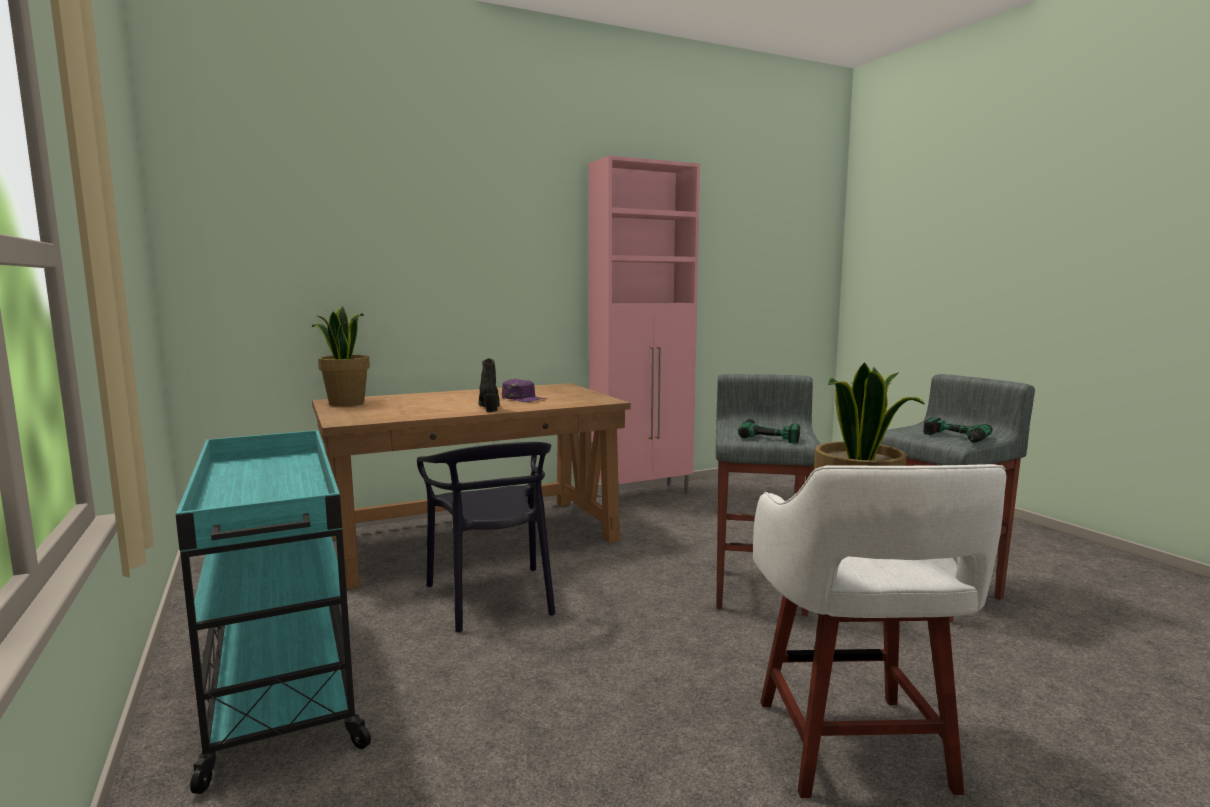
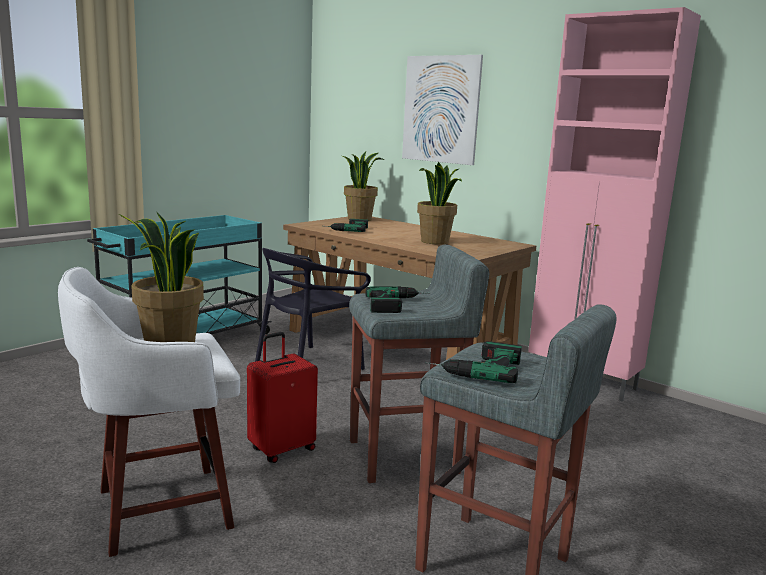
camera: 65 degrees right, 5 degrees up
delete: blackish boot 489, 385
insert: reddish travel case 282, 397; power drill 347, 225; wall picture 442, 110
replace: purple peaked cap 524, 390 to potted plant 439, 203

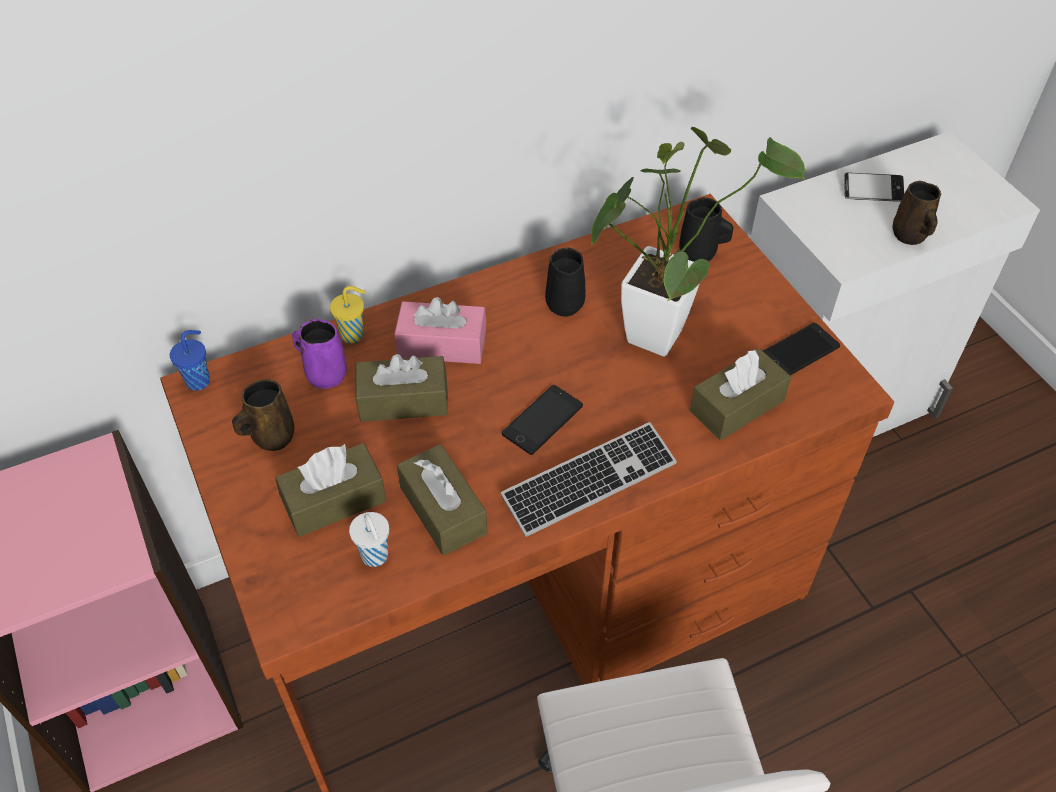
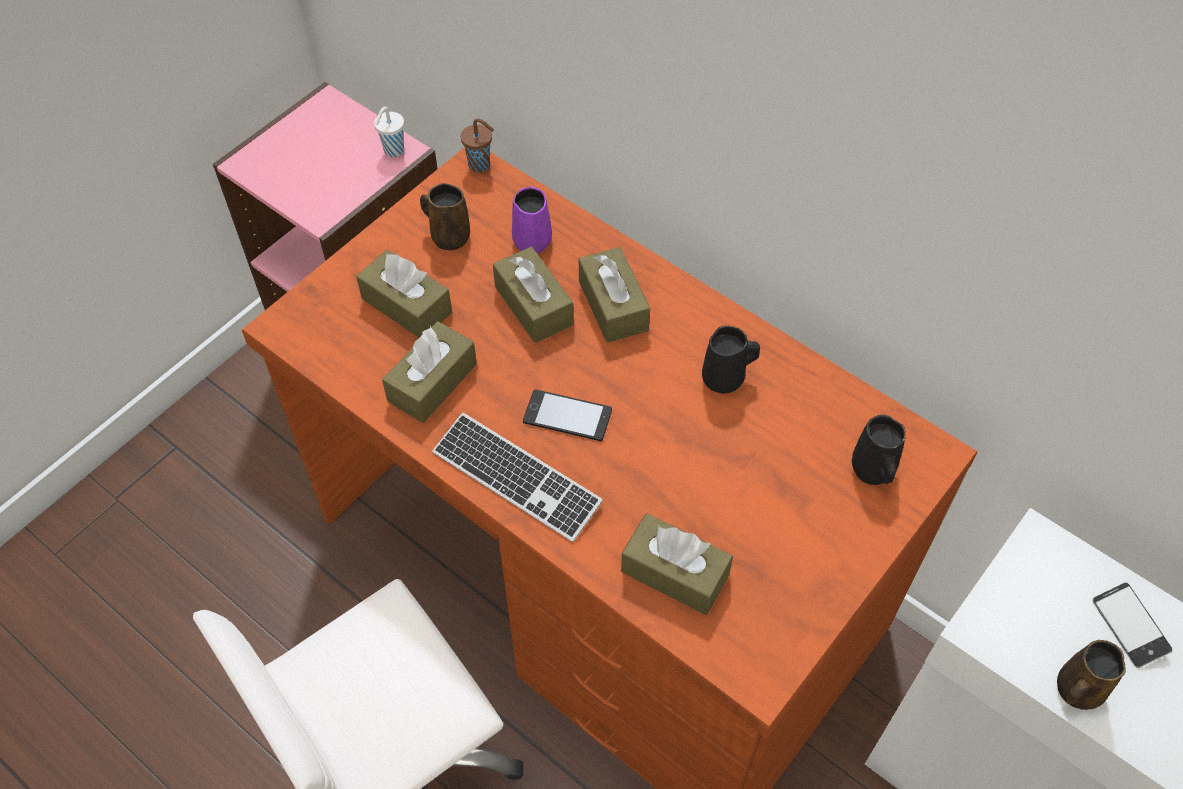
camera: 65 degrees right, 5 degrees up
delete: yellow-coloured cup 347, 315; potted plant 698, 241; telephone 801, 349
move: white-coloured cup 369, 539 to 389, 132
recolor: blue-coloured cup 190, 360 to brown cup 477, 145; pinkish tissue box 440, 330 to brown tissue box 614, 295

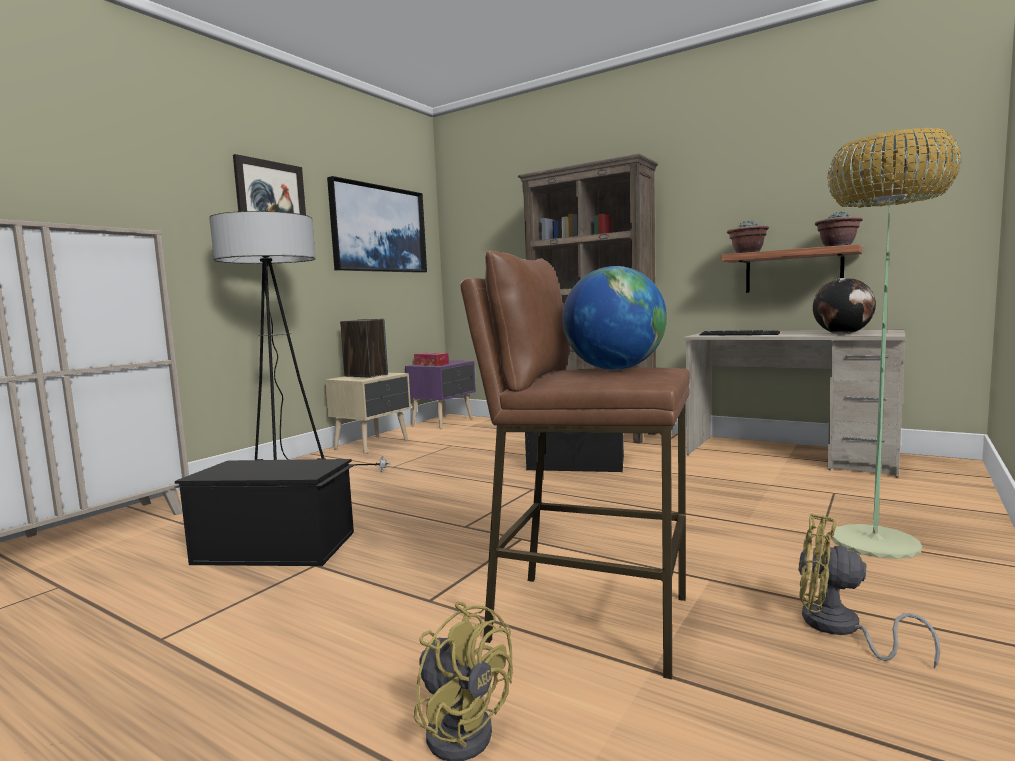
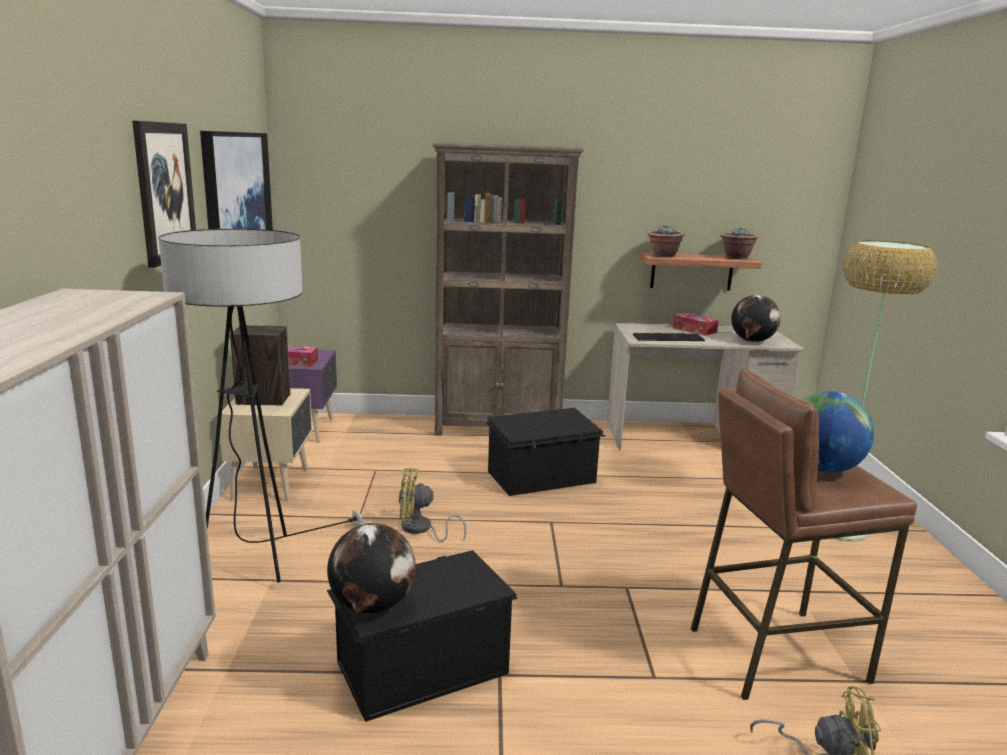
camera: 35 degrees left, 10 degrees up
insert: desk globe 371, 568; tissue box 696, 324
move: yellow-coloured cooling fan 869, 591 to 433, 505

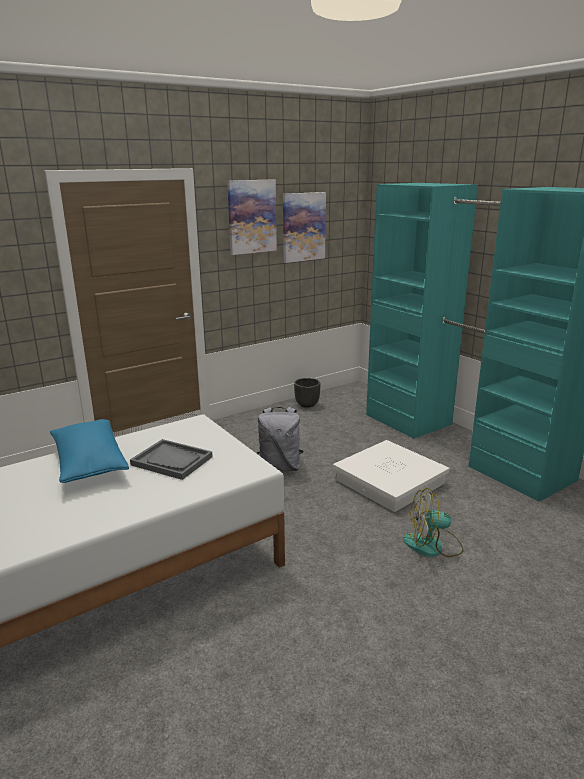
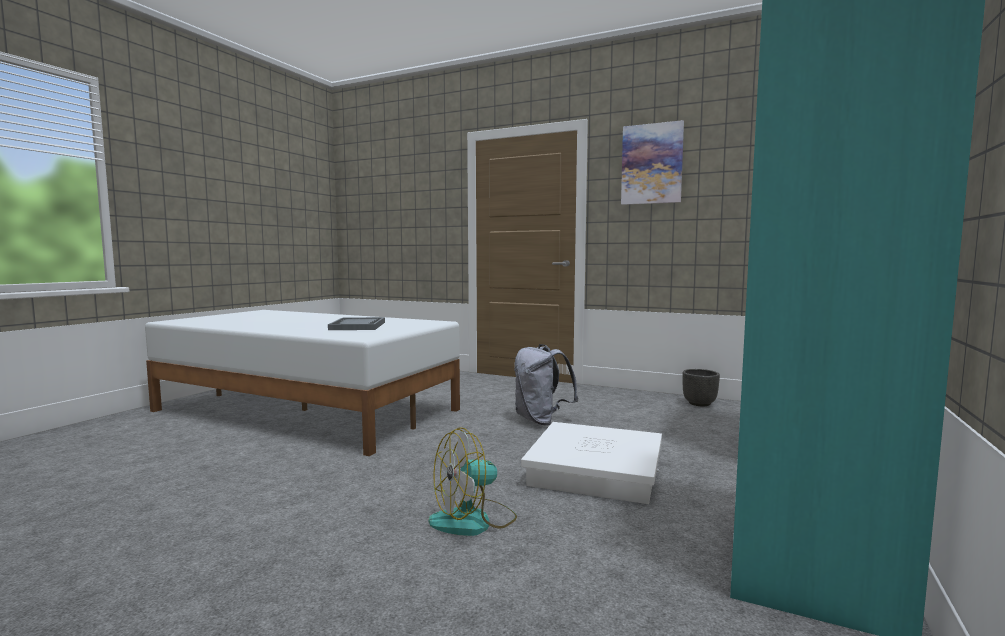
camera: 60 degrees right, 15 degrees down
delete: blue-coloured pillow 89, 451; wall picture 304, 227
rotate: cooling fan 433, 522 = 472, 481 90 degrees counterclockwise

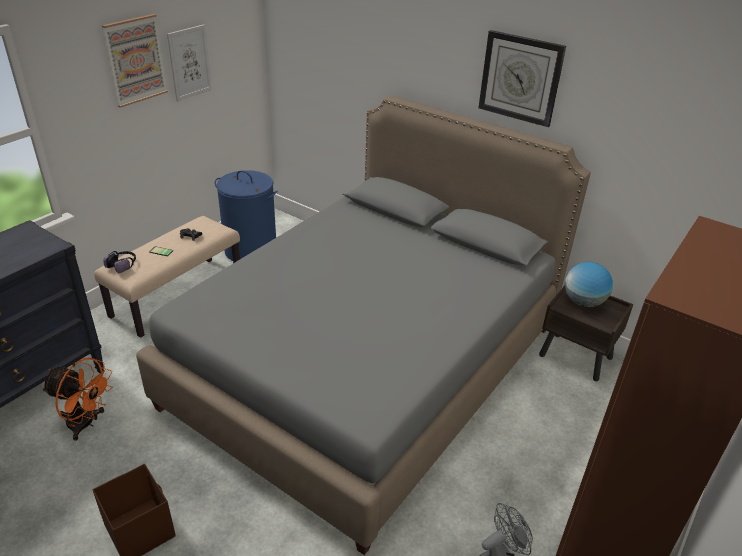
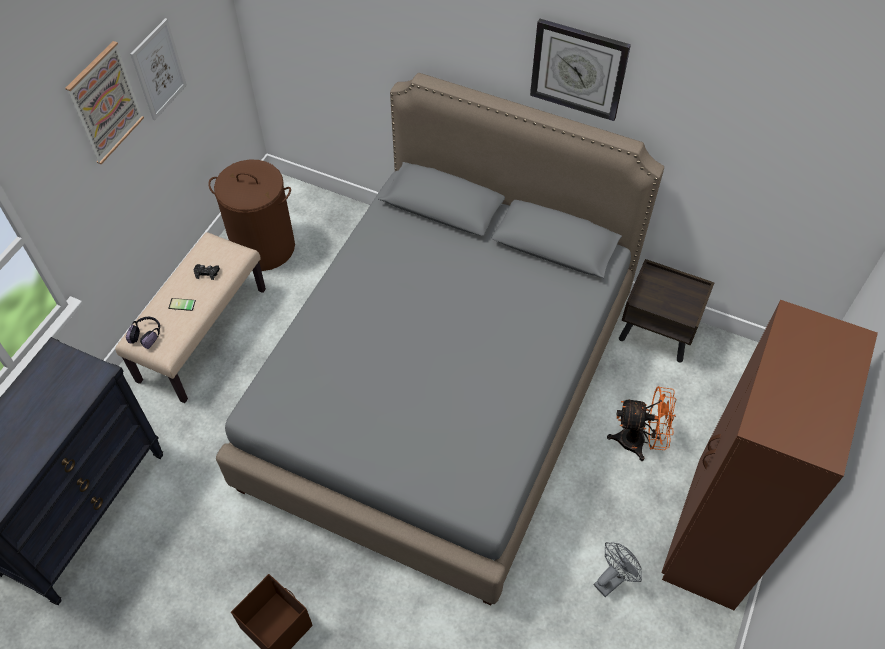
camera: 10 degrees left, 20 degrees up
delete: desk globe 589, 284
move: orange-coloured cooling fan 77, 399 to 641, 423
recolor: blue-coloured washing basket 246, 215 to brown washing basket 251, 215

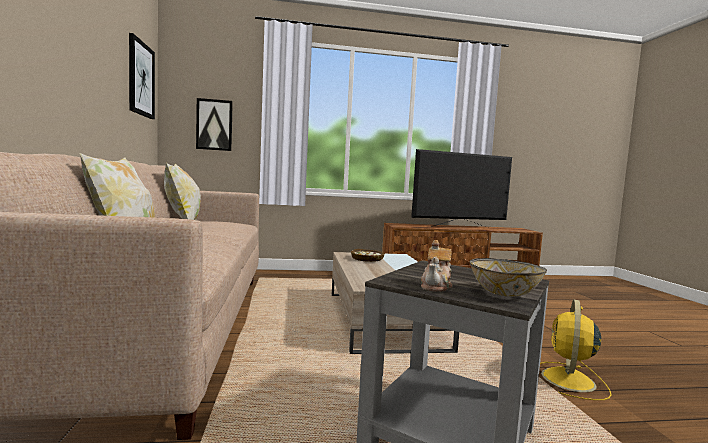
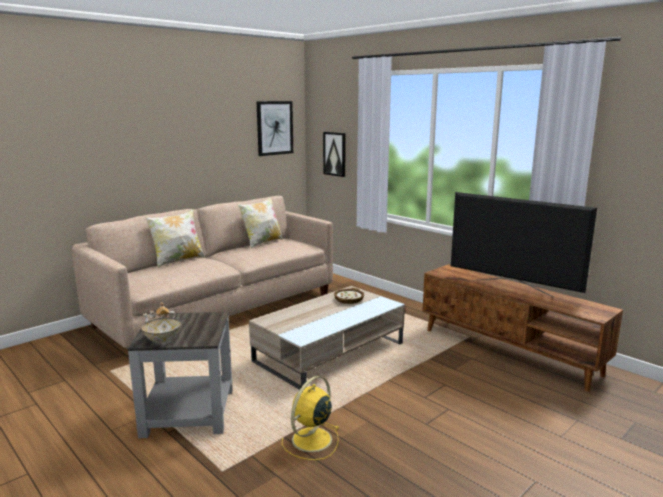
camera: 55 degrees right, 10 degrees up
rotate: yellow-coloured cooling fan 576, 349 = 310, 418 45 degrees counterclockwise

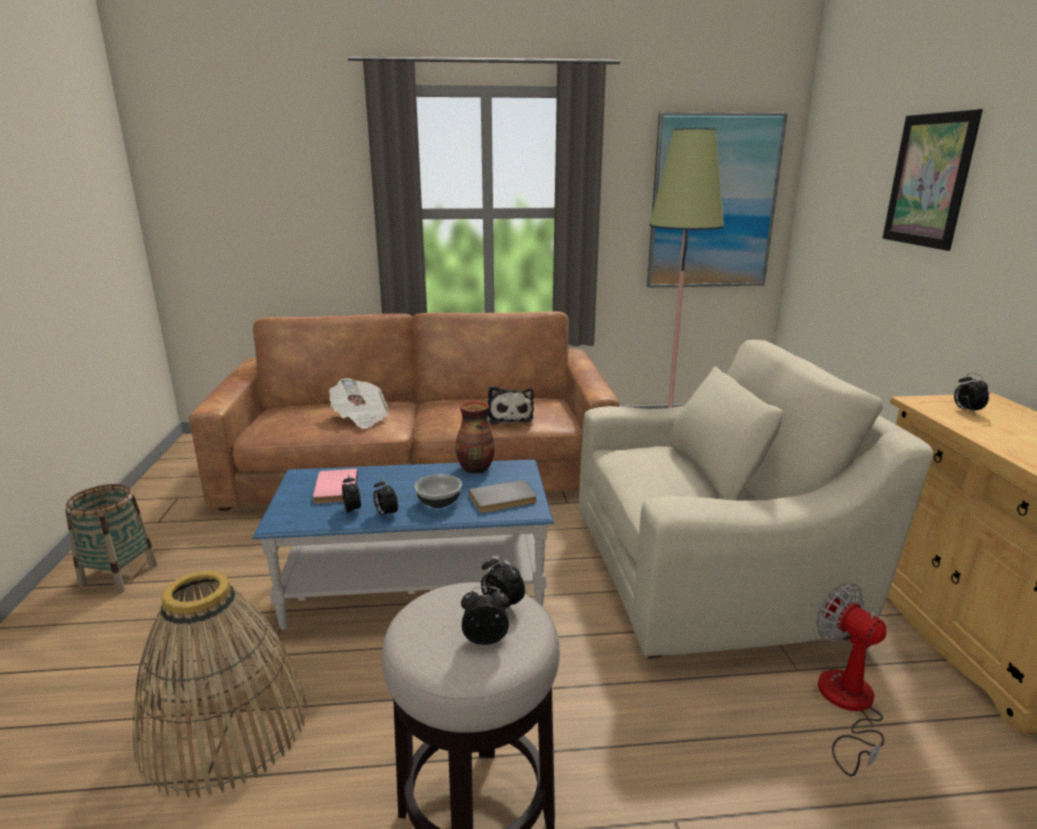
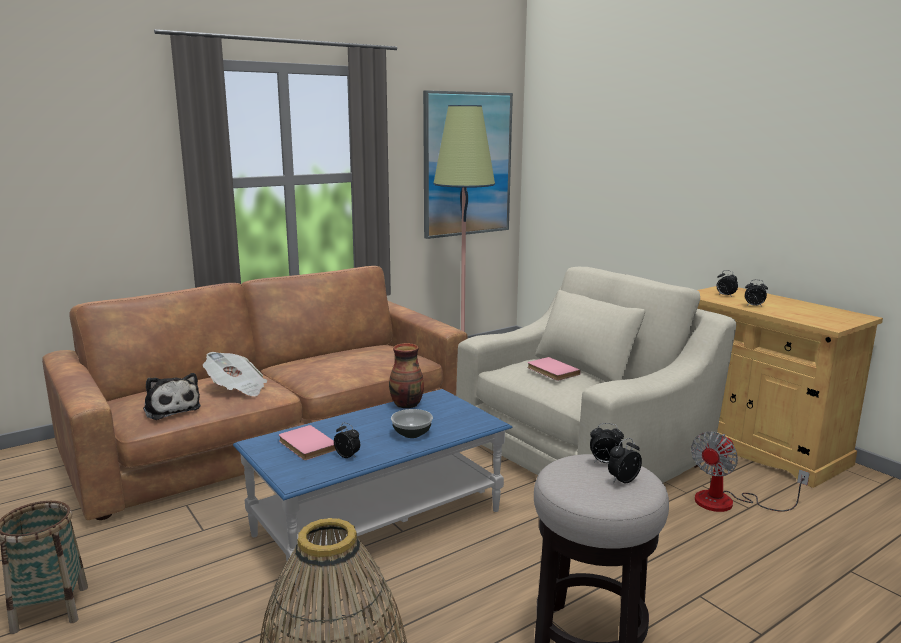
camera: 30 degrees left, 5 degrees down
delete: gray volume 503, 496; wall picture 933, 180
insert: pinkish volume 554, 369
move: bedside clock 385, 498 to 756, 293; cuddly toy 510, 405 to 172, 396
rotate: cooling fan 851, 680 = 750, 472 75 degrees counterclockwise

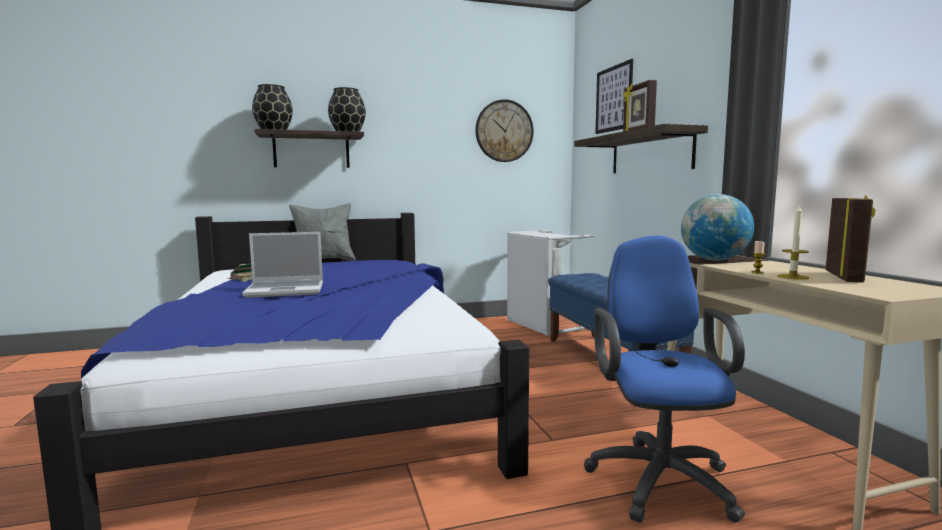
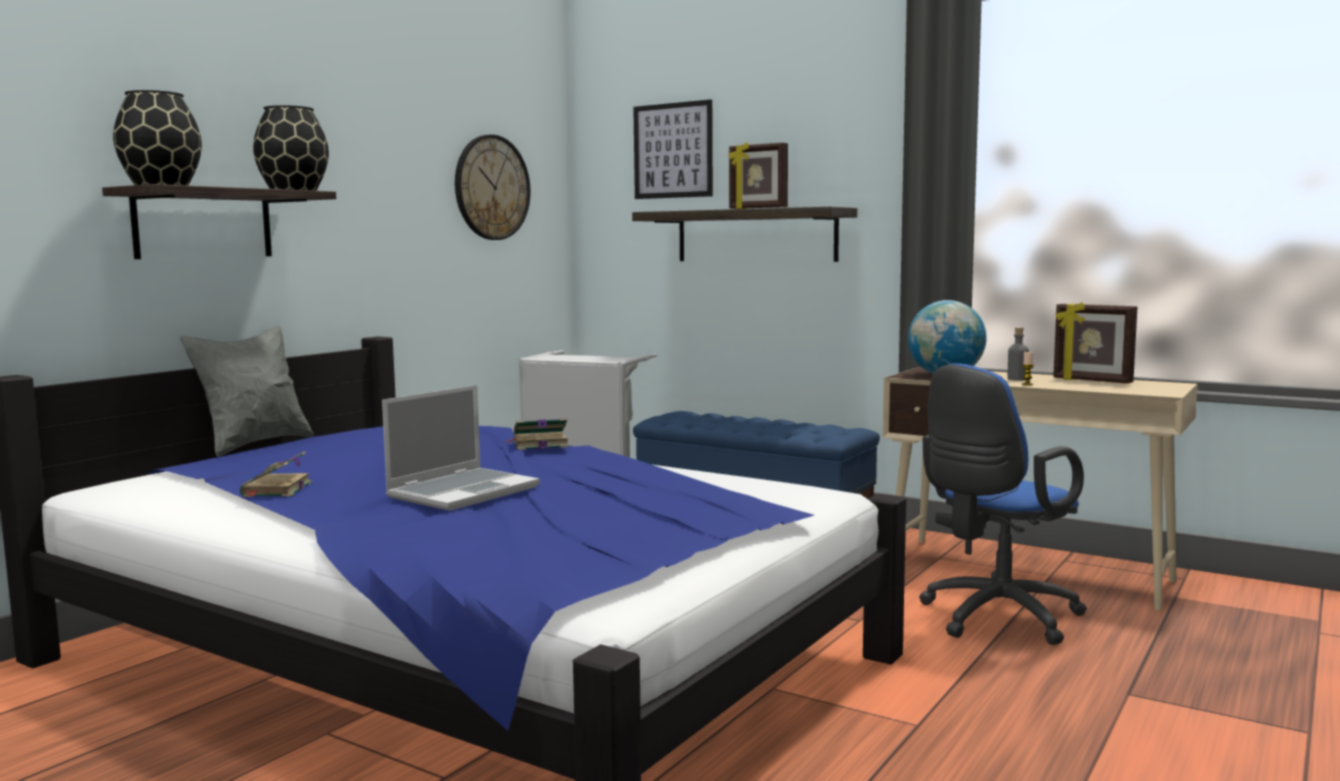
camera: 40 degrees left, 0 degrees up
delete: candle 793, 242
insert: volume 537, 434; gray drink bottle 1018, 354
rotate: blue-coloured desk chair 664, 379 = 1003, 504 90 degrees counterclockwise; standing frame 850, 239 = 1095, 343 150 degrees clockwise

